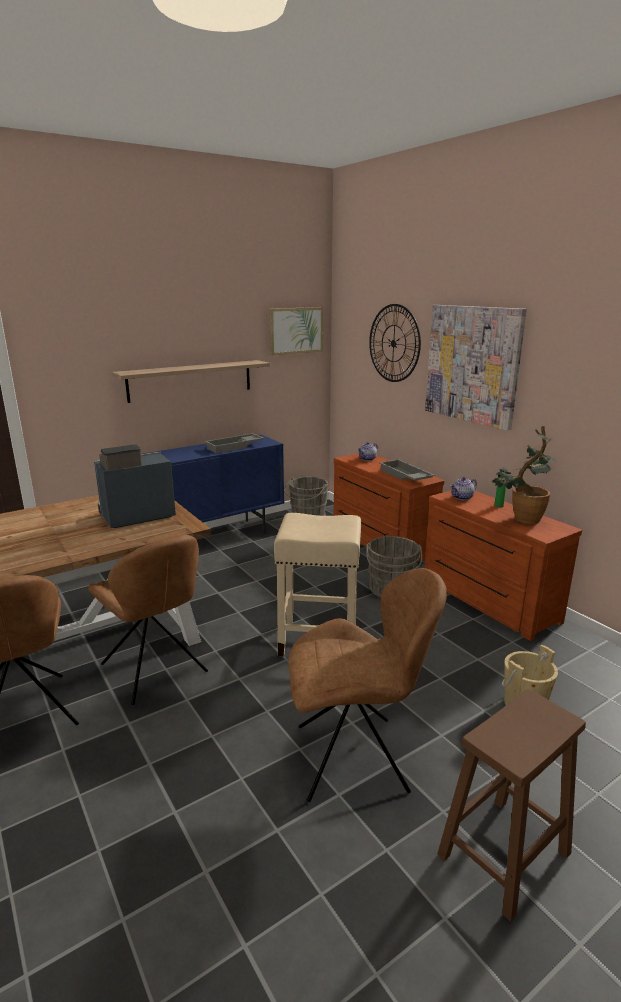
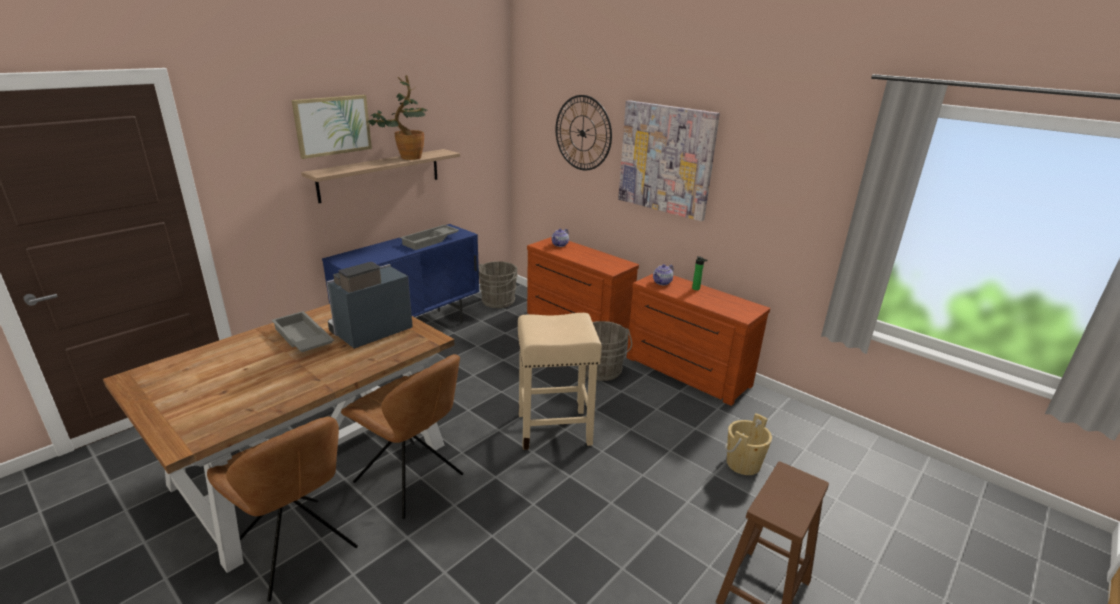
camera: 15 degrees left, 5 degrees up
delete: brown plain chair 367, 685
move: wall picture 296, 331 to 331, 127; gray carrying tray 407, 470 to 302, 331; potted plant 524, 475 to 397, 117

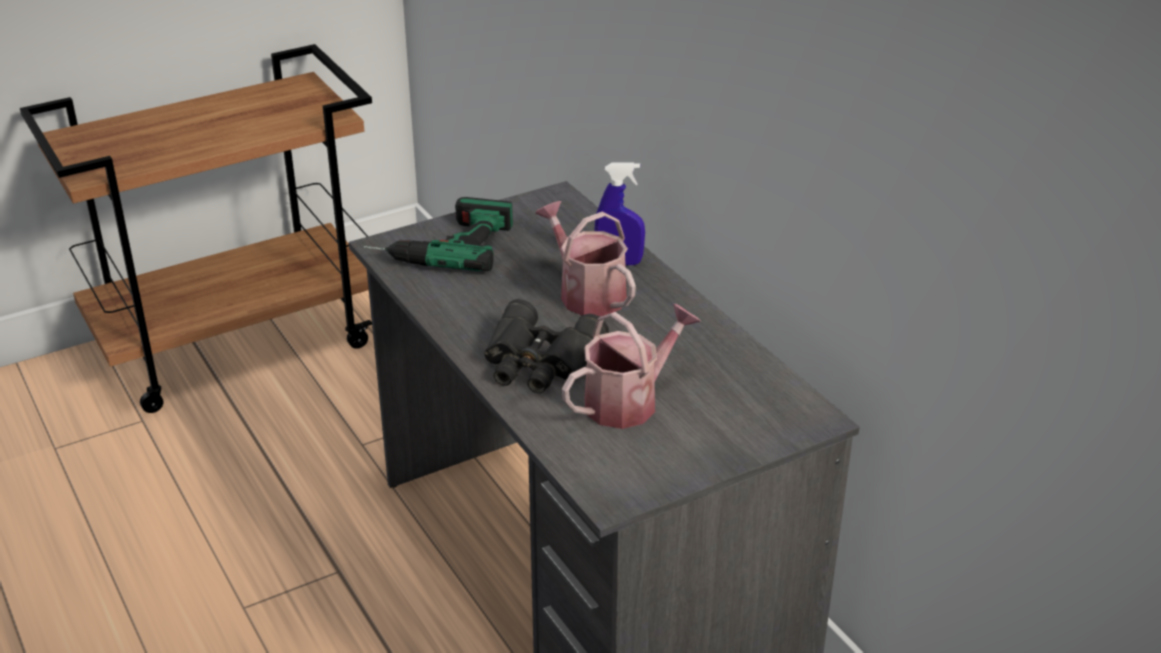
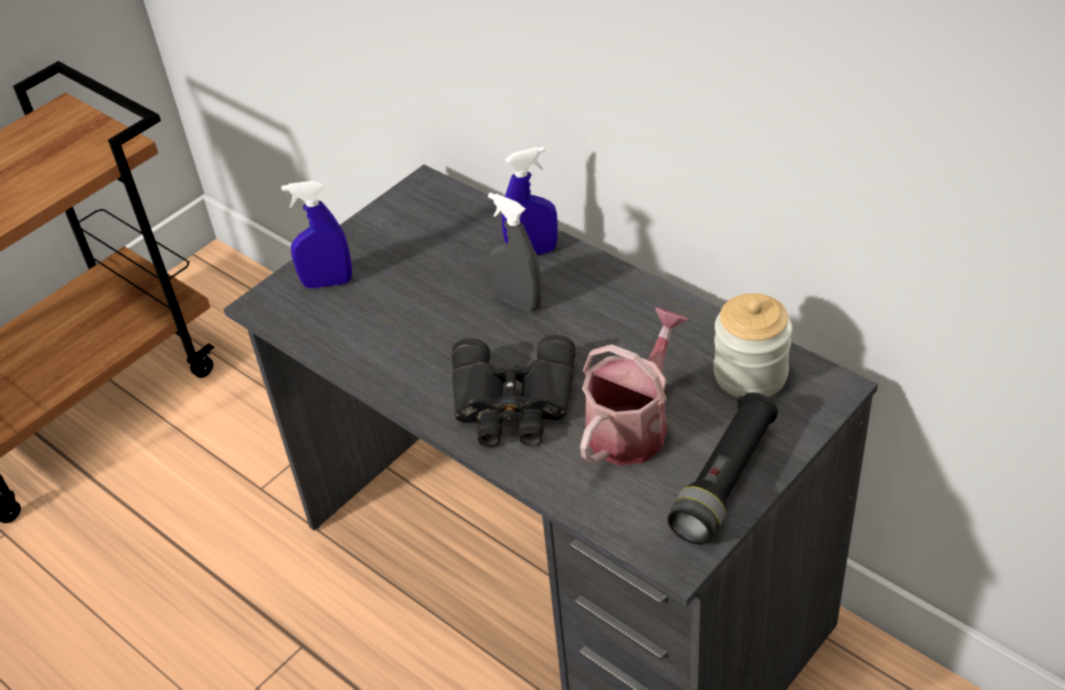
camera: 15 degrees left, 10 degrees up
insert: blackish hand torch 722, 468; jar 752, 345
replace: power drill 438, 234 to blue-coloured hand sprayer 316, 235; watering pot 586, 258 to gray hand sprayer 515, 252

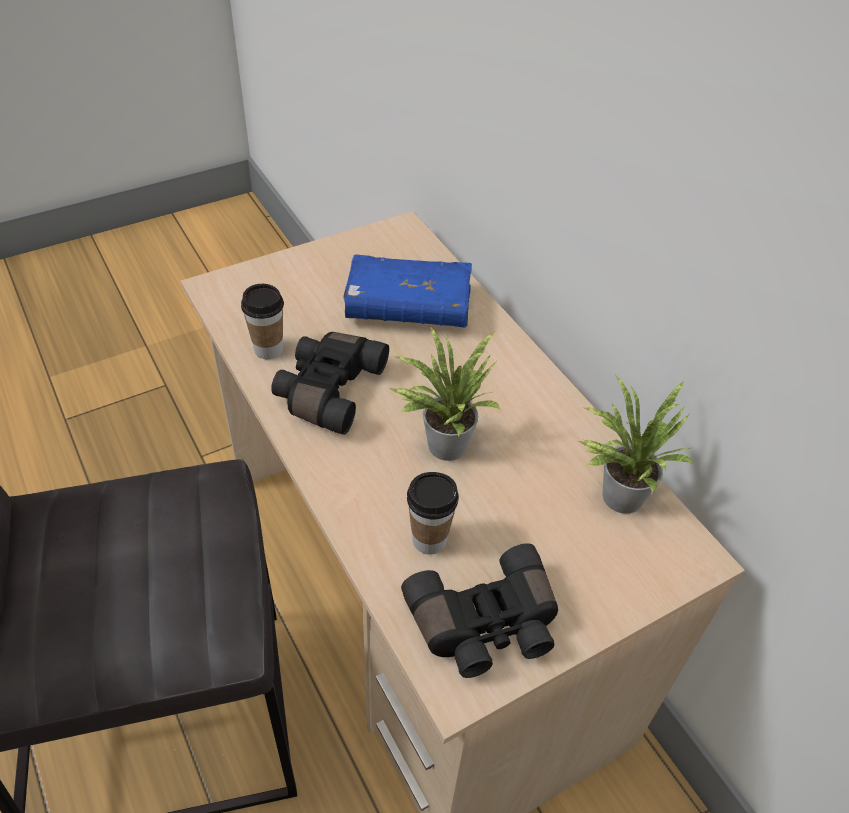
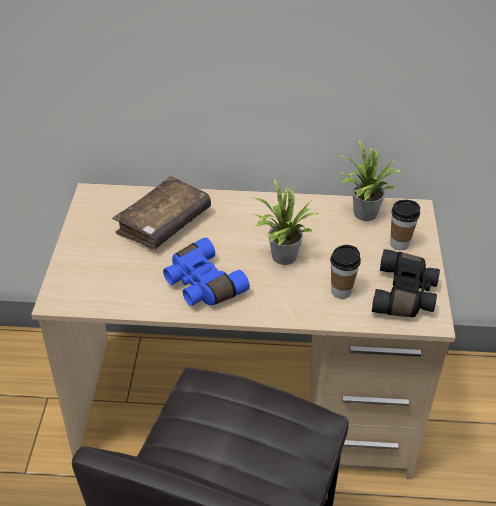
camera: 55 degrees left, 5 degrees down
move: cup 262, 321 to 405, 225
recolor: blackish field glasses 330, 383 to blue-coloured field glasses 206, 271; blue-coloured volume 407, 290 to brown volume 161, 212

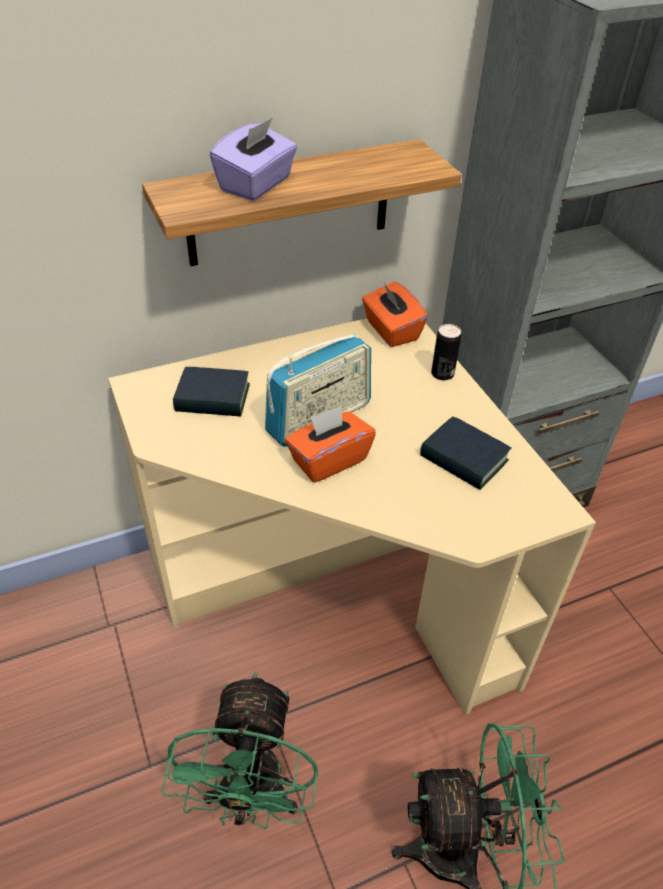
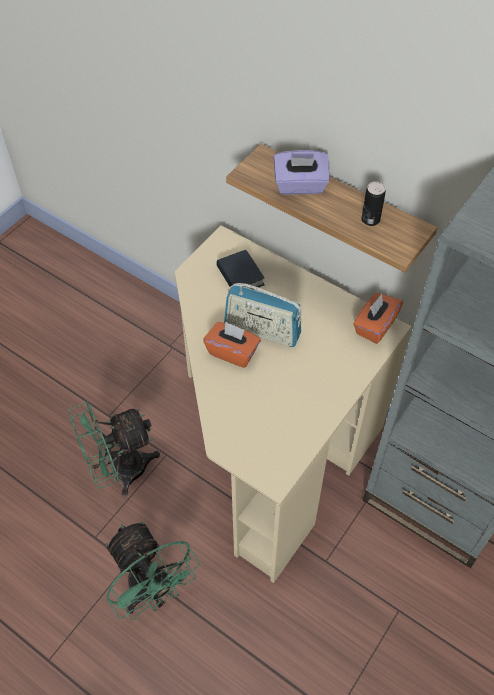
camera: 60 degrees right, 10 degrees up
delete: volume 465, 453
move: metal can 446, 352 to 373, 204

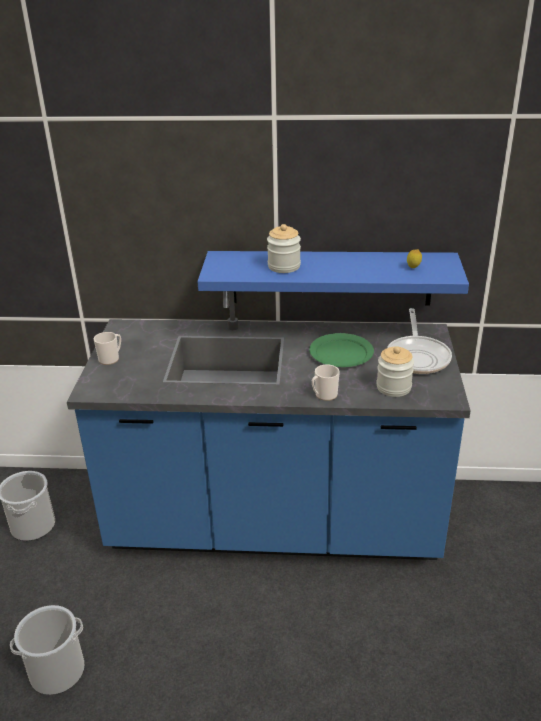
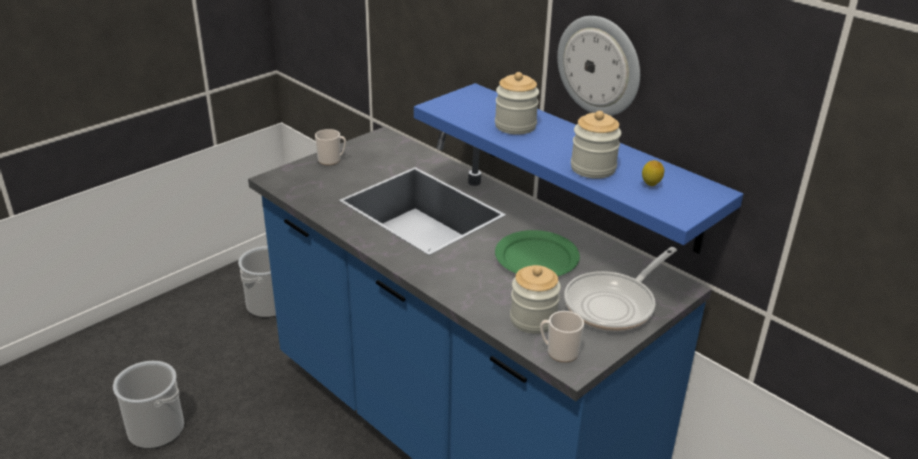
camera: 40 degrees right, 0 degrees up
insert: hanging clock 598, 66; jar 596, 145
move: tea mug 326, 383 to 562, 337

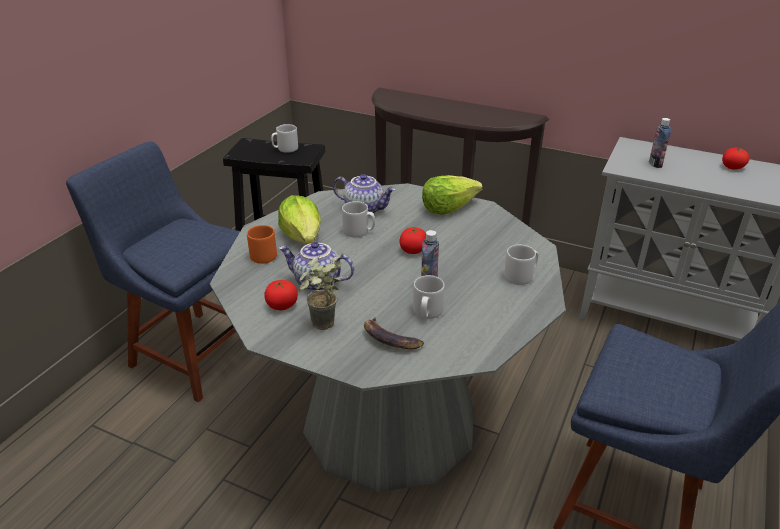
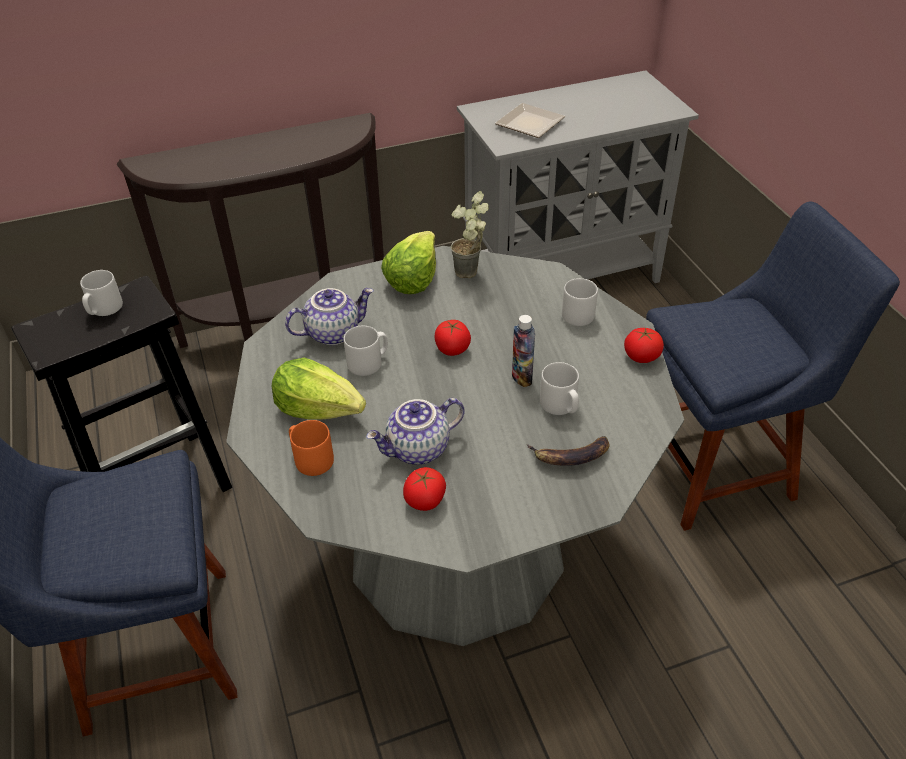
camera: 45 degrees left, 10 degrees up
move: potted plant 321, 291 to 470, 234; fresh tomato 735, 158 to 644, 345
replace: drink bottle 660, 143 to flat dish 530, 120

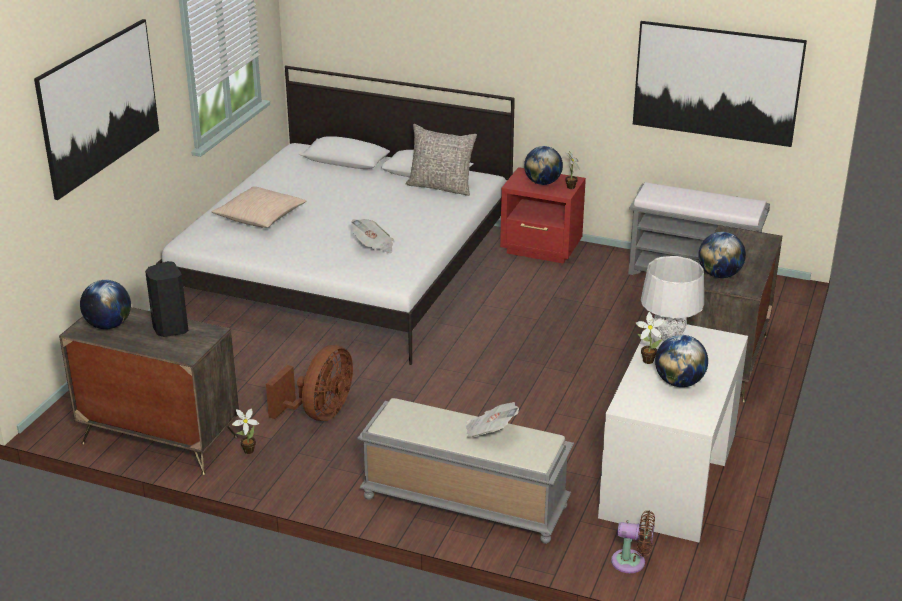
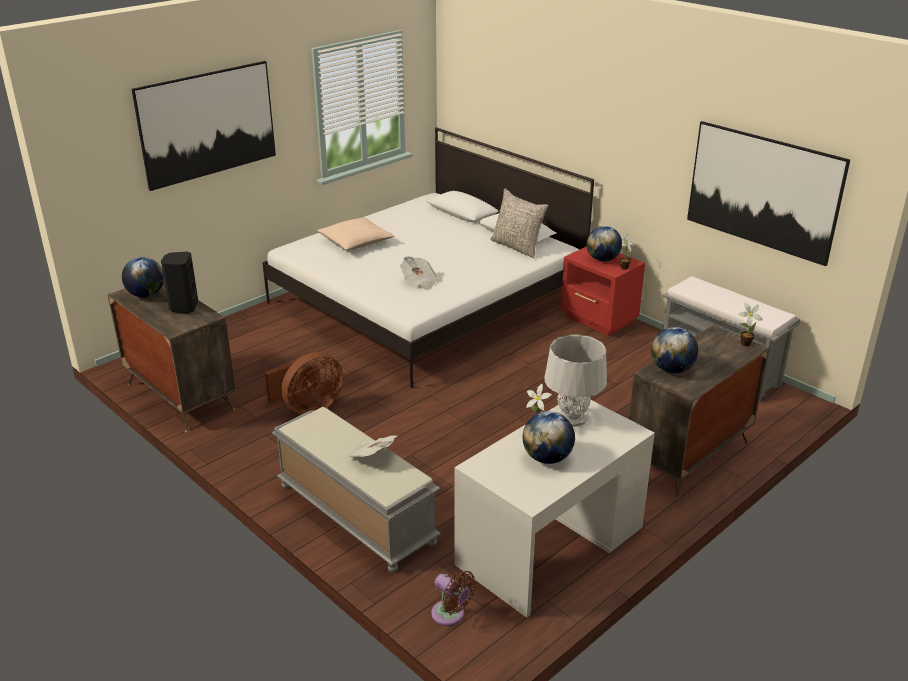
camera: 25 degrees right, 0 degrees up
move: potted plant 245, 431 to 750, 324

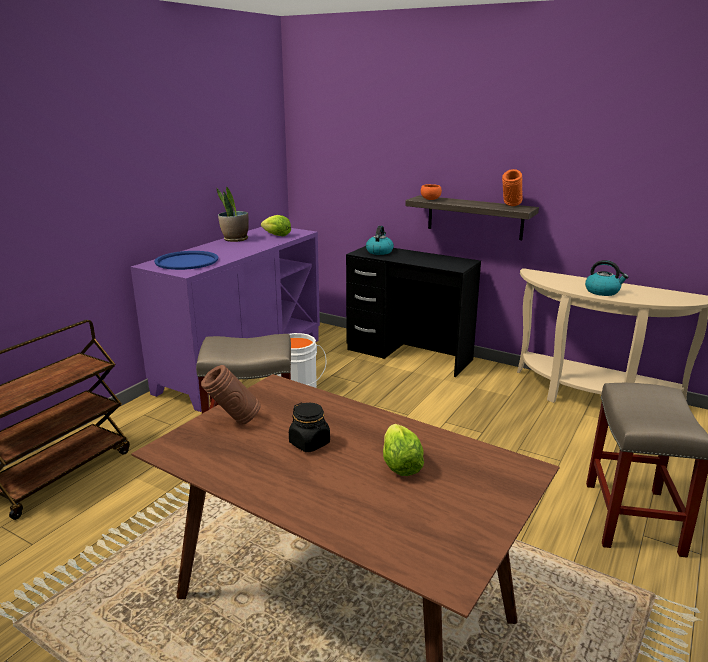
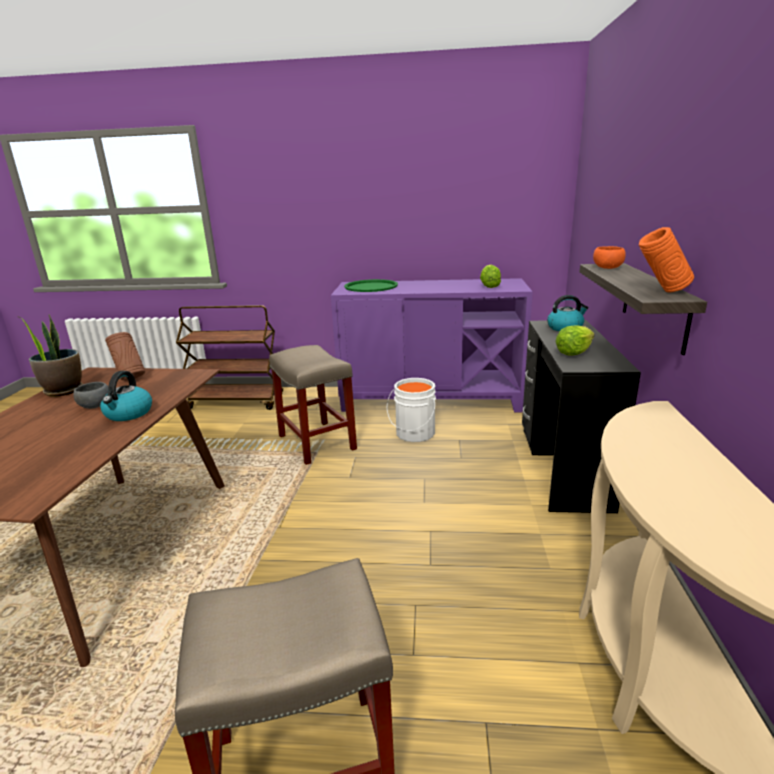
camera: 65 degrees right, 0 degrees up
move: potted plant 232, 214 to 51, 355; lettuce 403, 450 to 574, 341; kettle 606, 278 to 126, 396
replace: blackish jar 309, 427 to gray serving bowl 90, 395
recolor: blue-coloured carrying tray 186, 260 to greenish carrying tray 371, 285

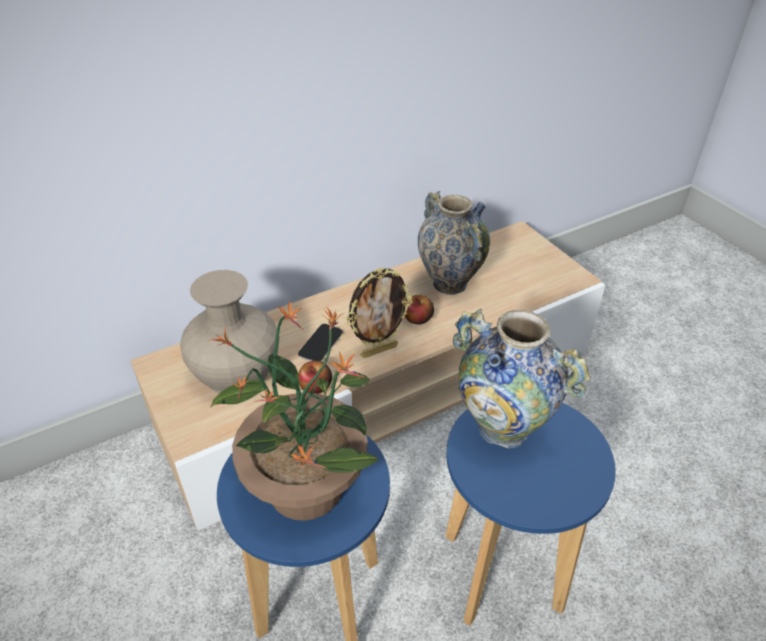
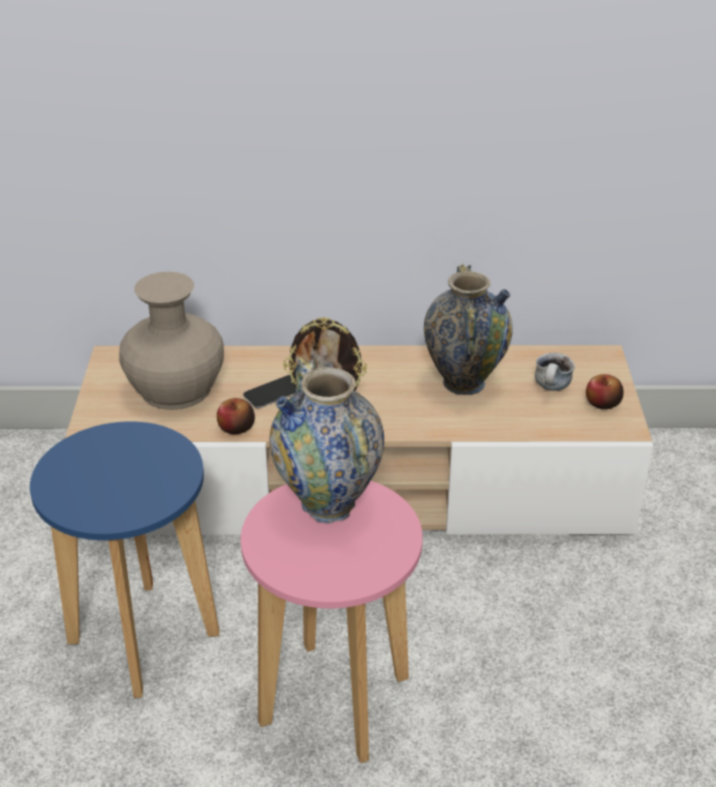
camera: 30 degrees right, 5 degrees down
delete: potted plant 293, 411
insert: tea mug 555, 372
move: whole apple 419, 309 to 605, 391
recolor: blue-coloured stool 530, 514 to pinkish stool 332, 622

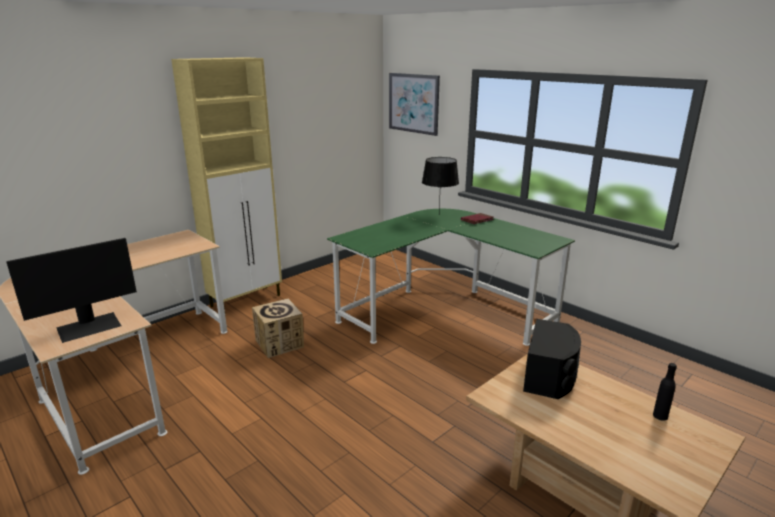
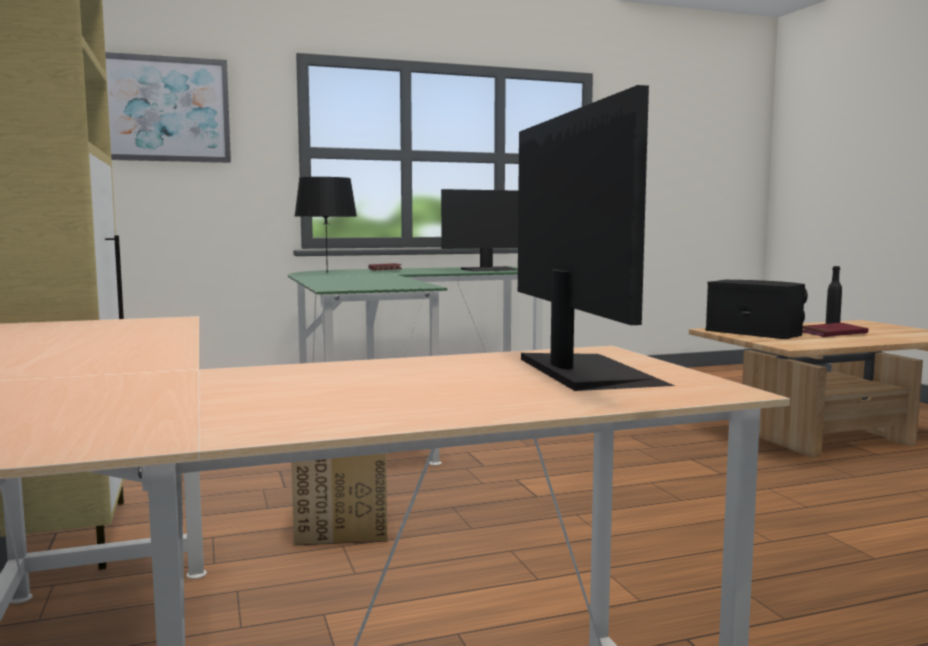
camera: 65 degrees left, 15 degrees down
insert: monitor 479, 230; reddish volume 835, 330

